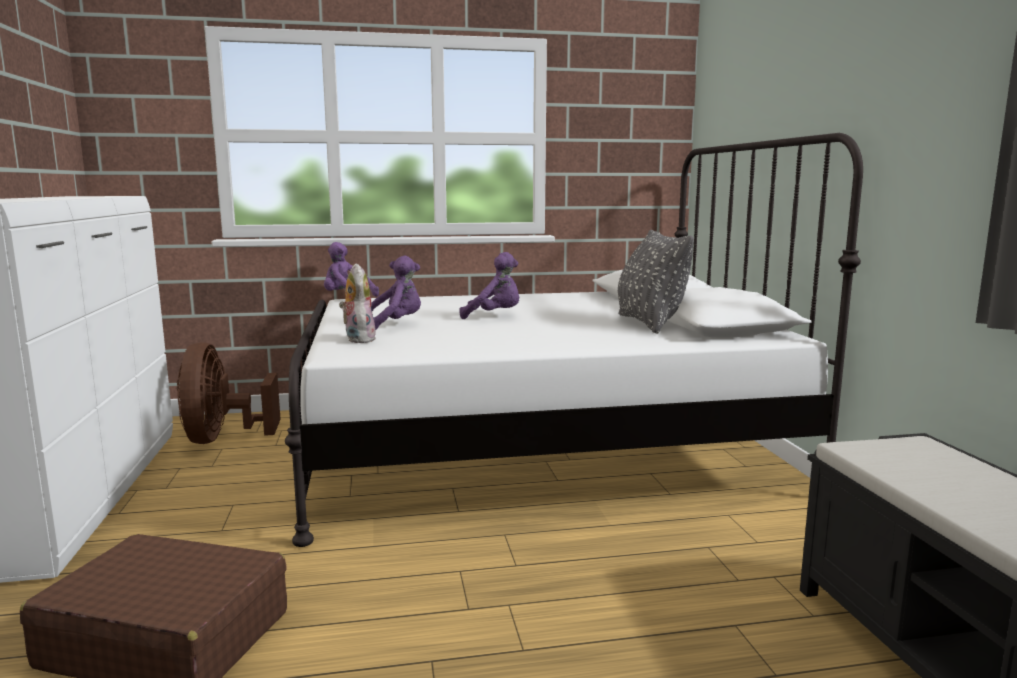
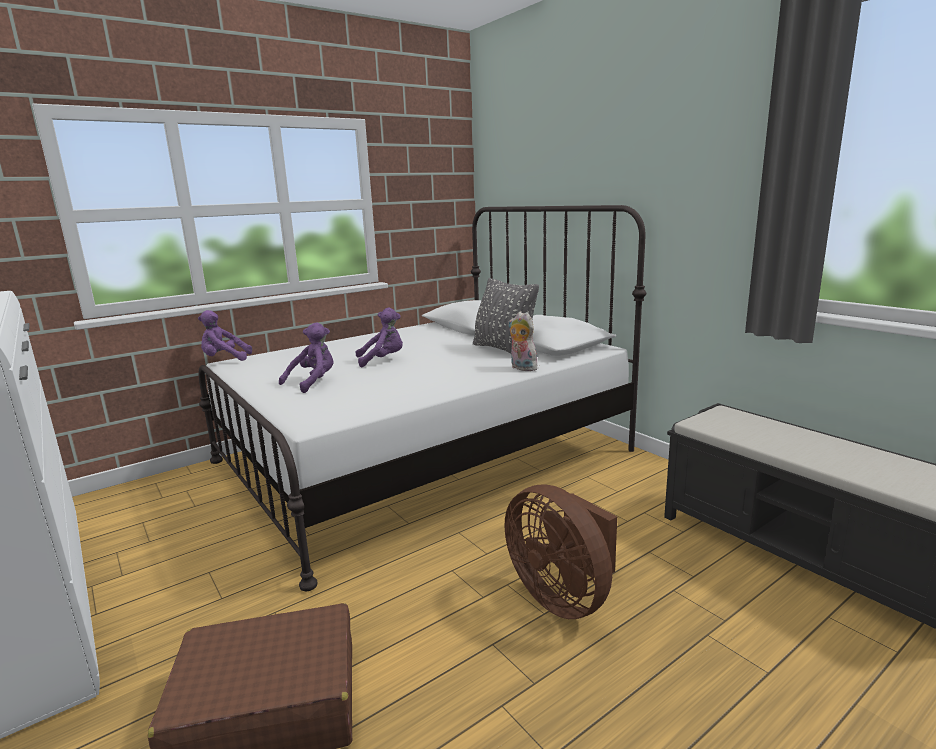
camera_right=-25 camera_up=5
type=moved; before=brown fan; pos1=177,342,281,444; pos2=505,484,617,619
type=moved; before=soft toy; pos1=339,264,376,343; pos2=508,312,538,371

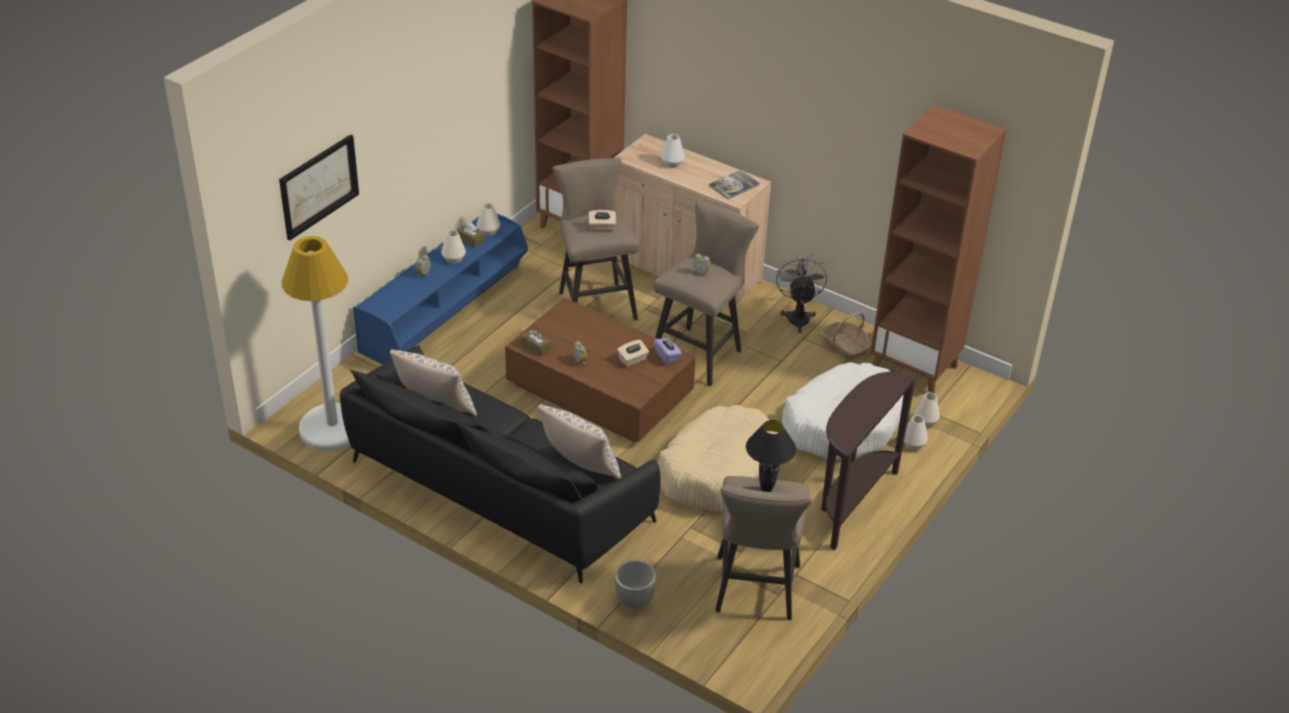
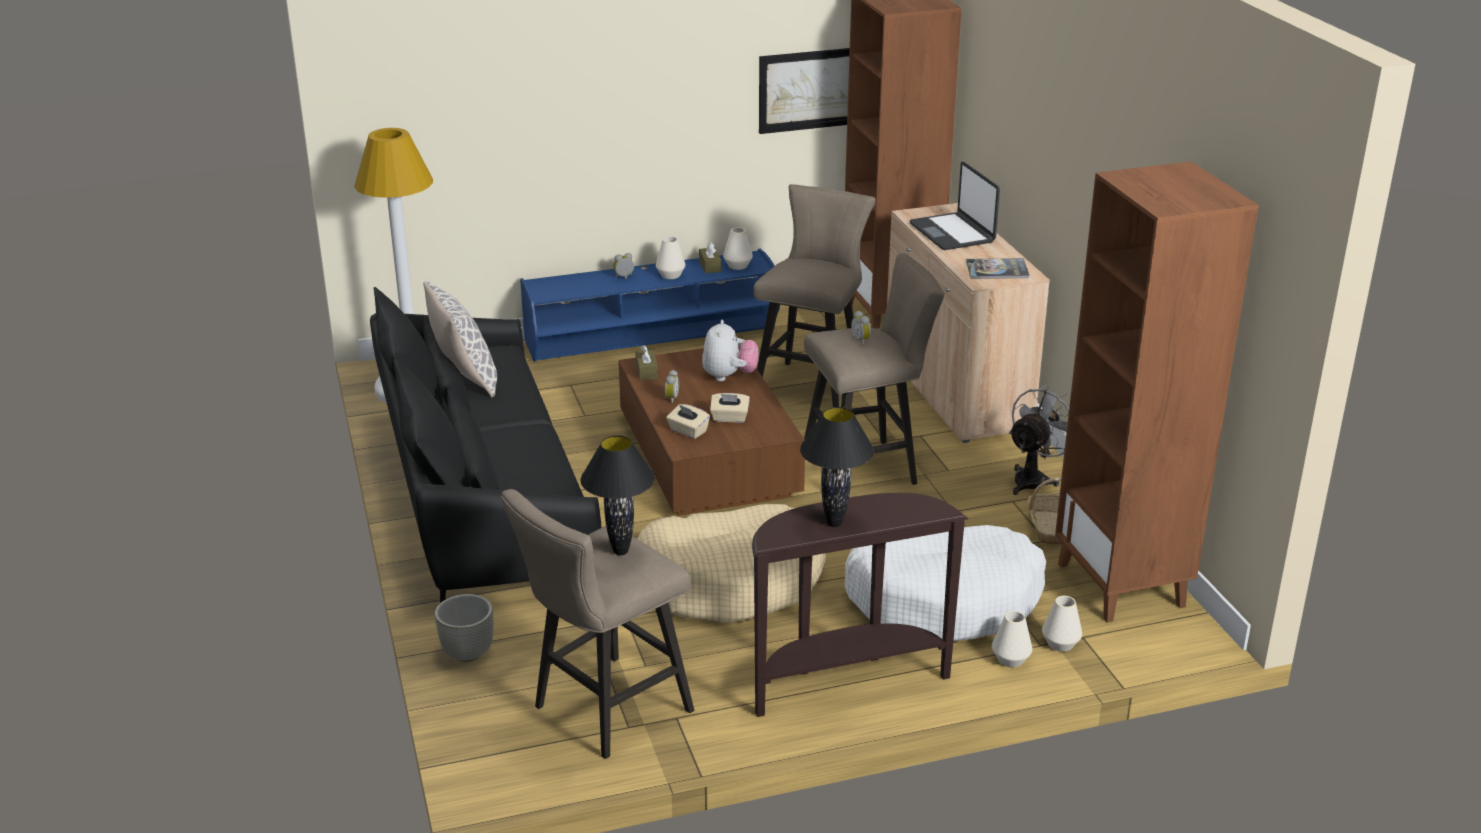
camera_right=40 camera_up=-10
type=removed; before=pillow; pos1=538,404,621,479
type=removed; before=purple tissue holder; pos1=654,336,682,365
type=added; after=soft toy; pos2=702,320,758,381
type=added; after=blackish table lamp; pos2=800,407,874,527
type=moved; before=wall picture; pos1=279,134,359,240; pos2=759,48,850,134
type=moved; before=beige tissue holder; pos1=589,210,616,231; pos2=666,404,710,439
type=replaced; before=white vase; after=notebook computer; pos1=661,134,685,168; pos2=909,162,1000,250

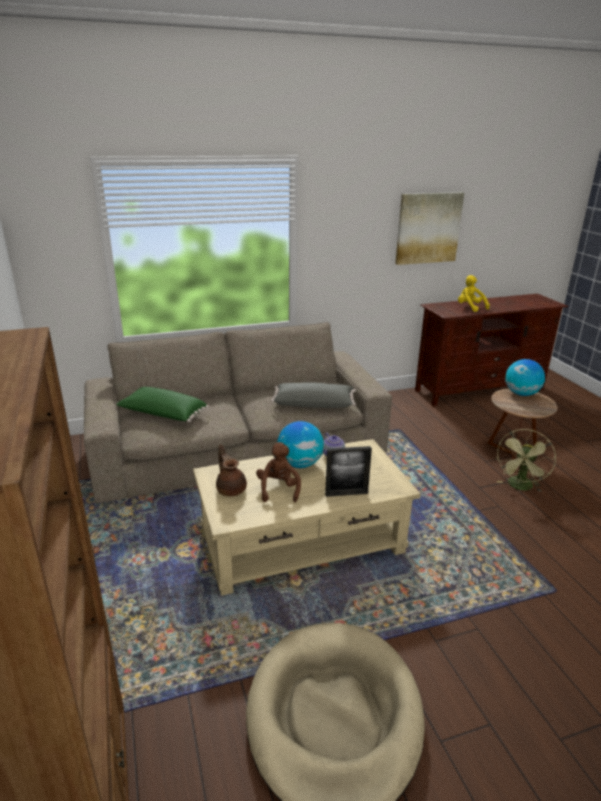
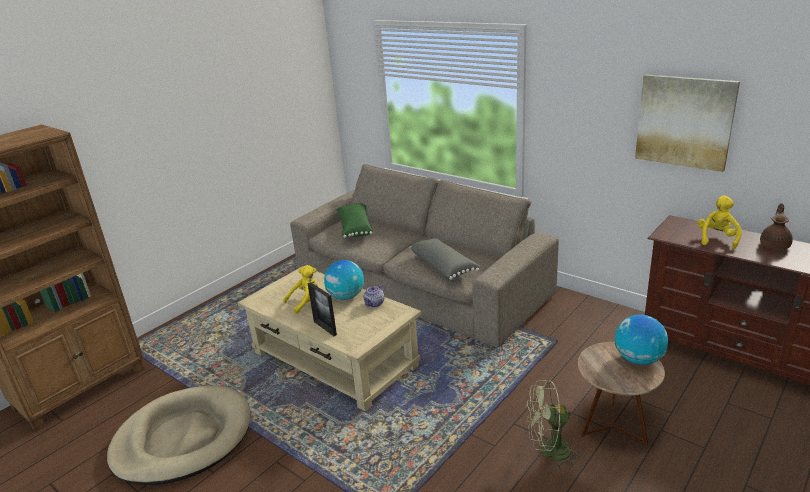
camera_right=60 camera_up=0
type=moved; before=brown teapot; pos1=216,445,247,496; pos2=760,203,793,250
type=recoloured; before=brown soft toy; after=yellow-coloured soft toy; pos1=256,442,301,502; pos2=283,265,318,314

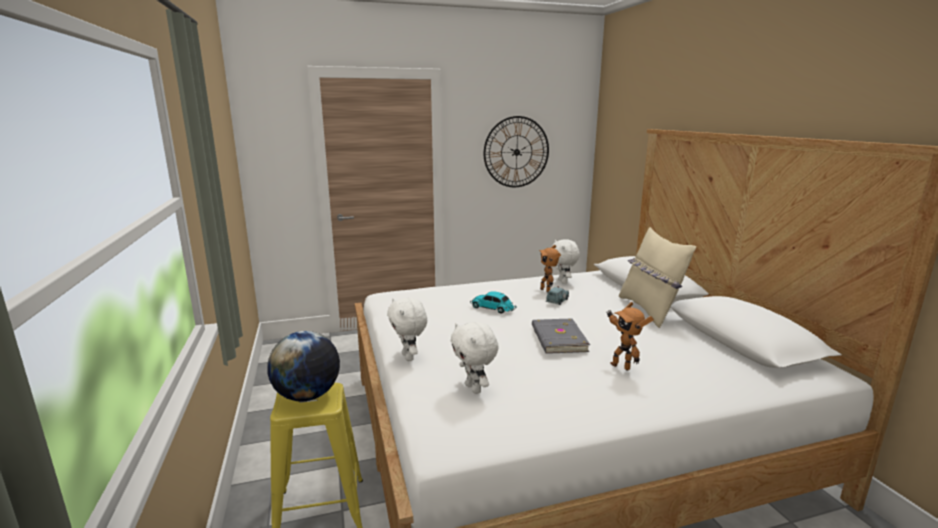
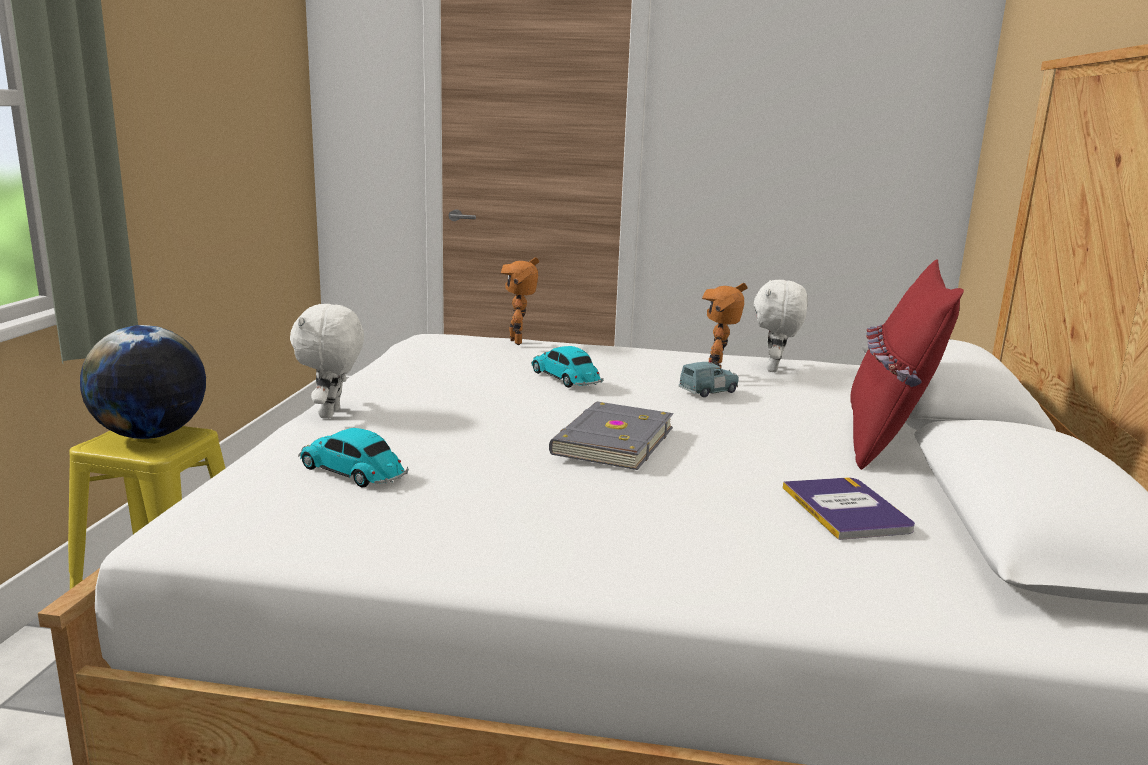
camera_right=25 camera_up=0
type=removed; before=clock on the wall; pos1=484,116,549,187
type=added; after=volume; pos2=783,478,915,540
type=moved; before=toy robot; pos1=606,302,654,371; pos2=501,257,539,345
type=replaced; before=white soft toy; after=miniature car; pos1=451,322,499,394; pos2=298,428,409,488
type=recoloured; before=beige pillow; after=red pillow; pos1=619,227,696,328; pos2=850,259,964,470

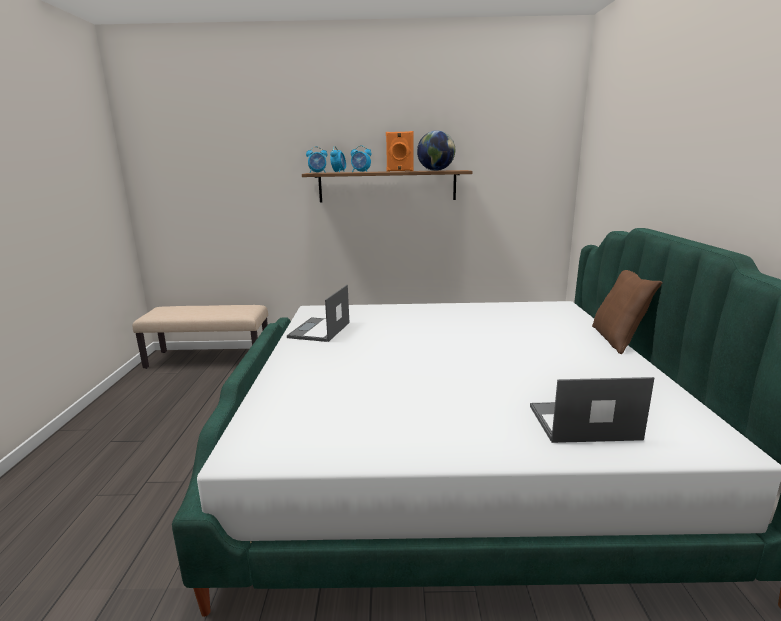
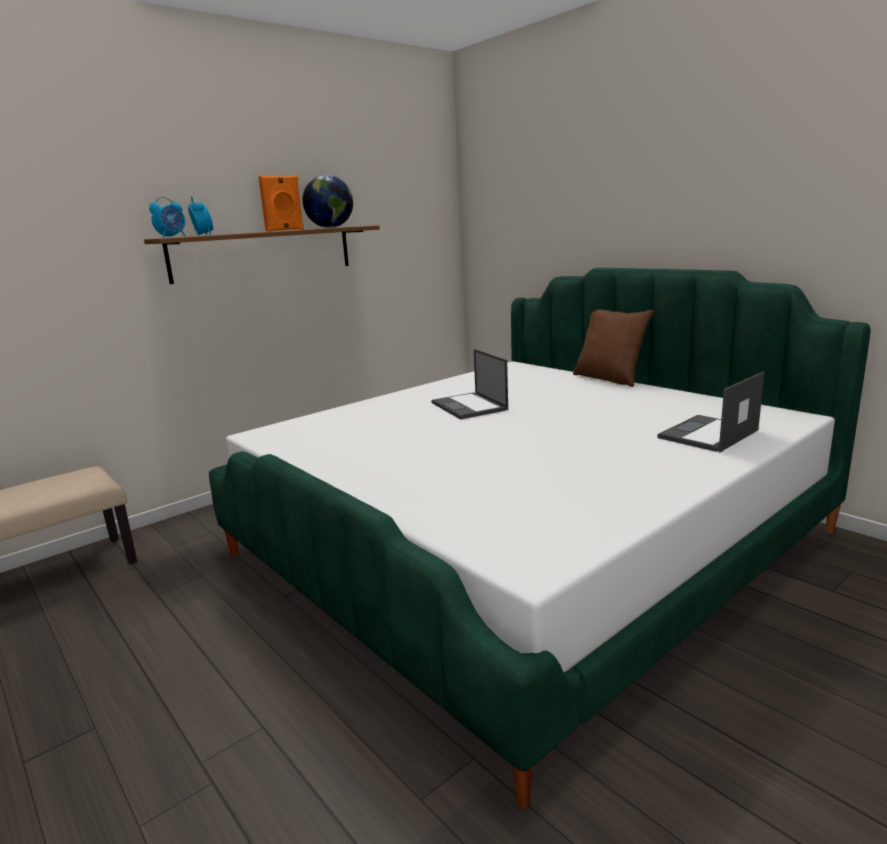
camera_right=-40 camera_up=0
type=removed; before=table clock; pos1=351,145,371,172
type=moved; before=notebook computer; pos1=287,285,349,342; pos2=431,349,508,419

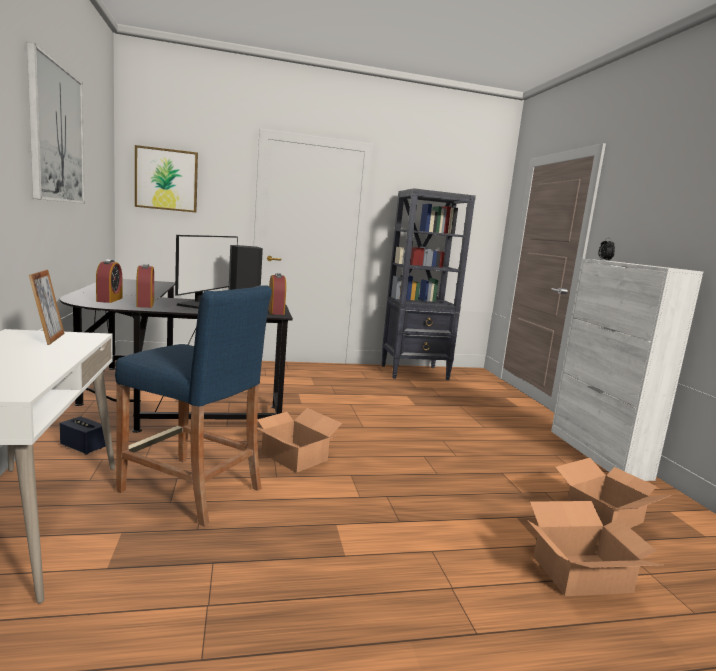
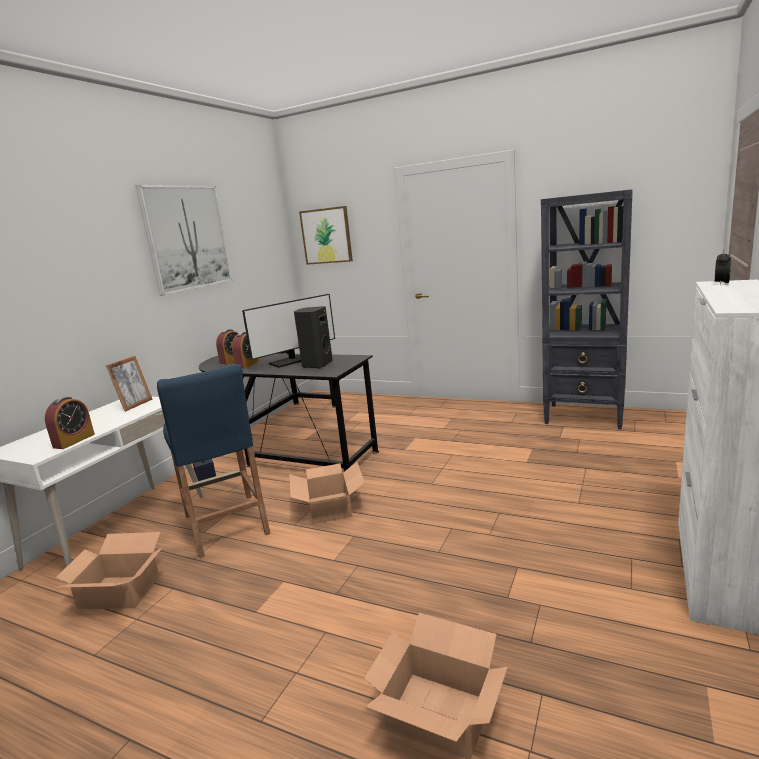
camera_right=40 camera_up=5
type=moved; before=table clock; pos1=268,273,286,315; pos2=45,397,95,449
type=moved; before=cardboard box; pos1=555,458,671,528; pos2=52,532,163,609

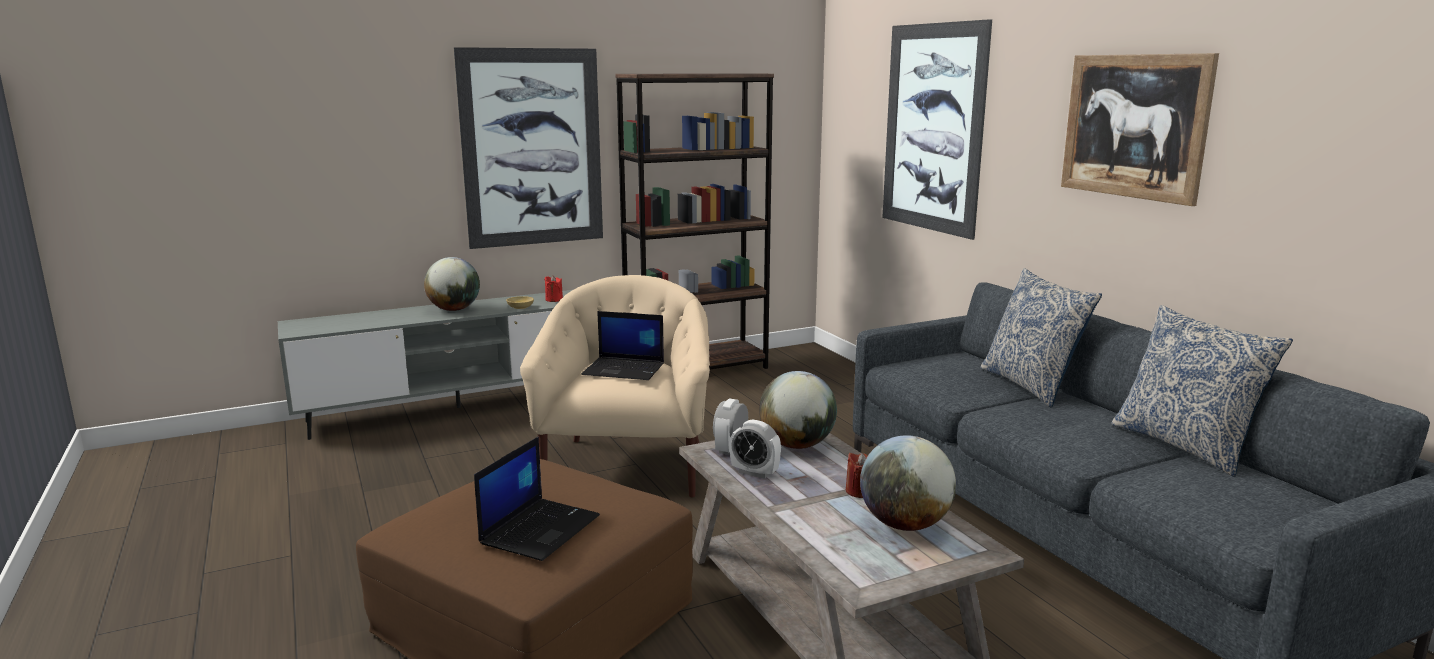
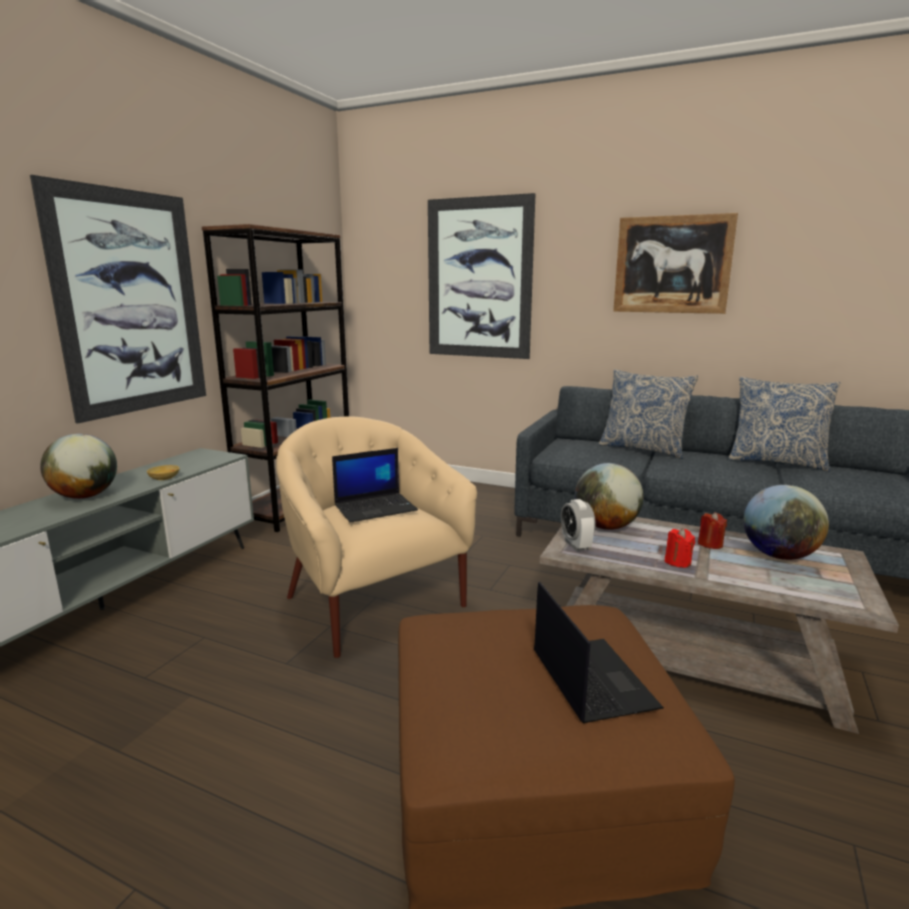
camera_right=-40 camera_up=0
type=removed; before=table clock; pos1=730,420,781,479
type=moved; before=red wax candle; pos1=544,275,563,302; pos2=665,528,695,568

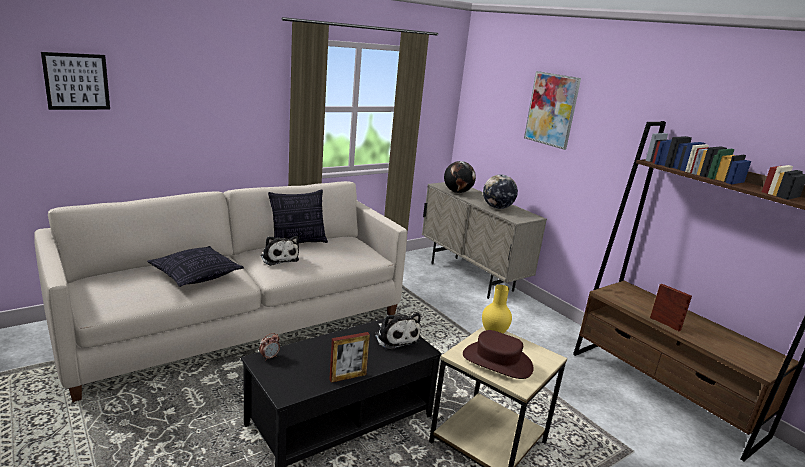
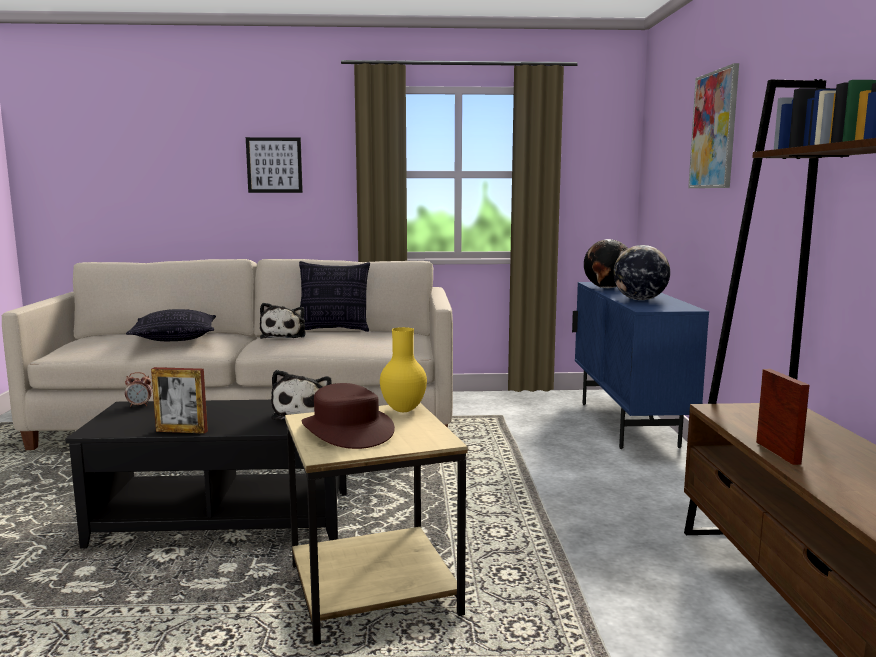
camera_right=35 camera_up=-10
type=moved; before=wall picture; pos1=41,52,110,110; pos2=246,137,303,193
type=recoloured; before=beige storage cabinet; after=bluish storage cabinet; pos1=422,182,547,299; pos2=572,282,709,449

